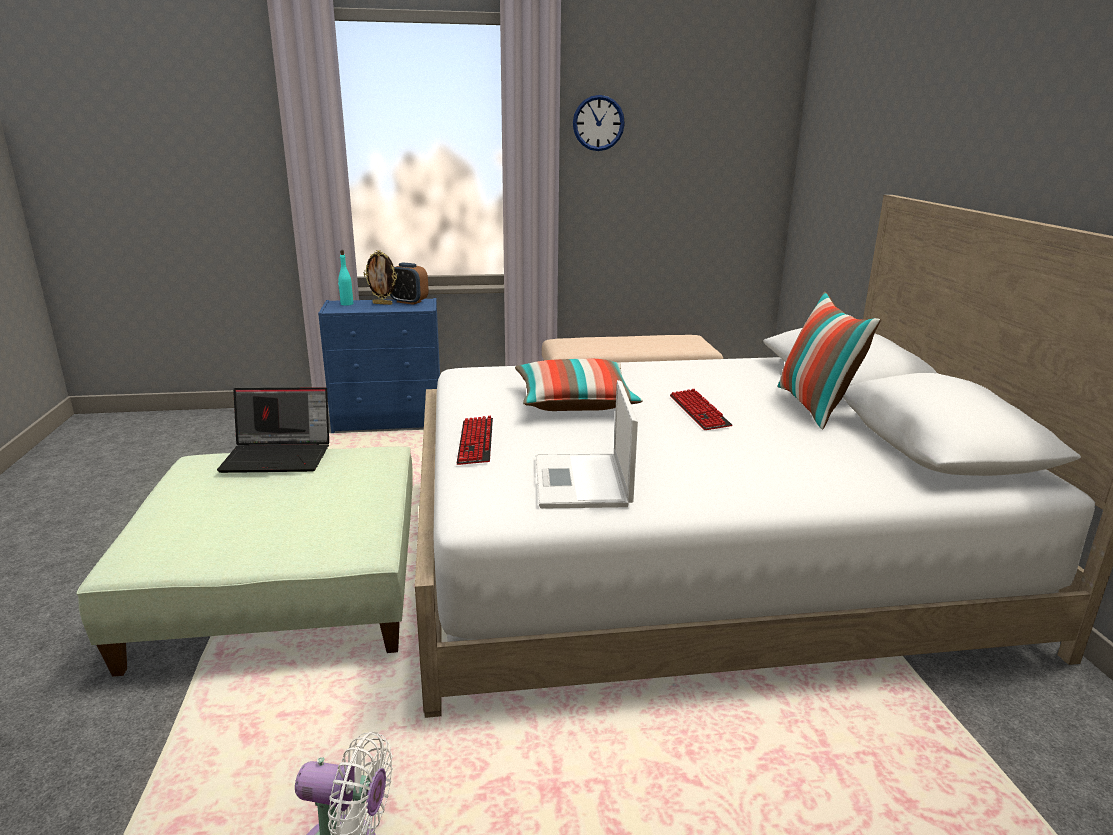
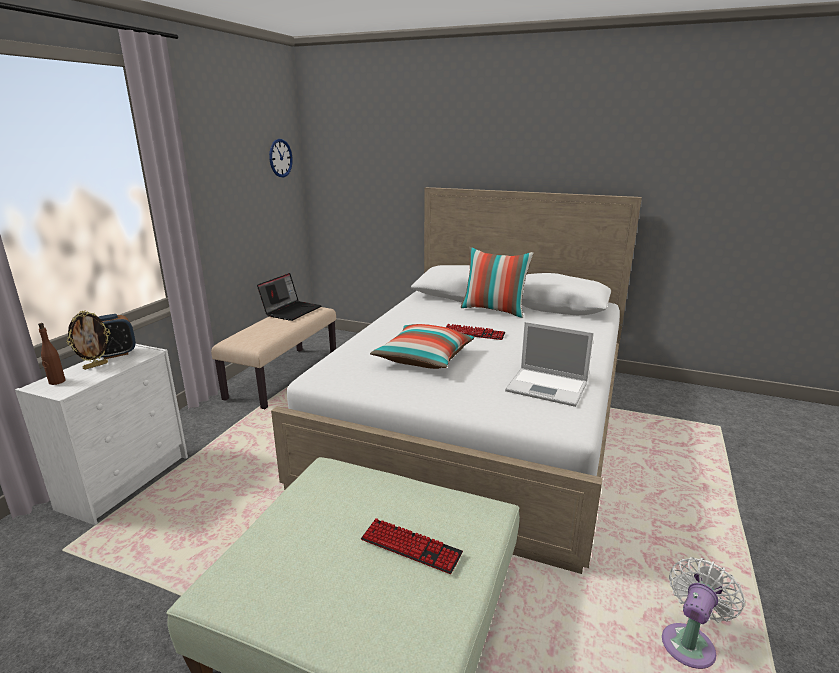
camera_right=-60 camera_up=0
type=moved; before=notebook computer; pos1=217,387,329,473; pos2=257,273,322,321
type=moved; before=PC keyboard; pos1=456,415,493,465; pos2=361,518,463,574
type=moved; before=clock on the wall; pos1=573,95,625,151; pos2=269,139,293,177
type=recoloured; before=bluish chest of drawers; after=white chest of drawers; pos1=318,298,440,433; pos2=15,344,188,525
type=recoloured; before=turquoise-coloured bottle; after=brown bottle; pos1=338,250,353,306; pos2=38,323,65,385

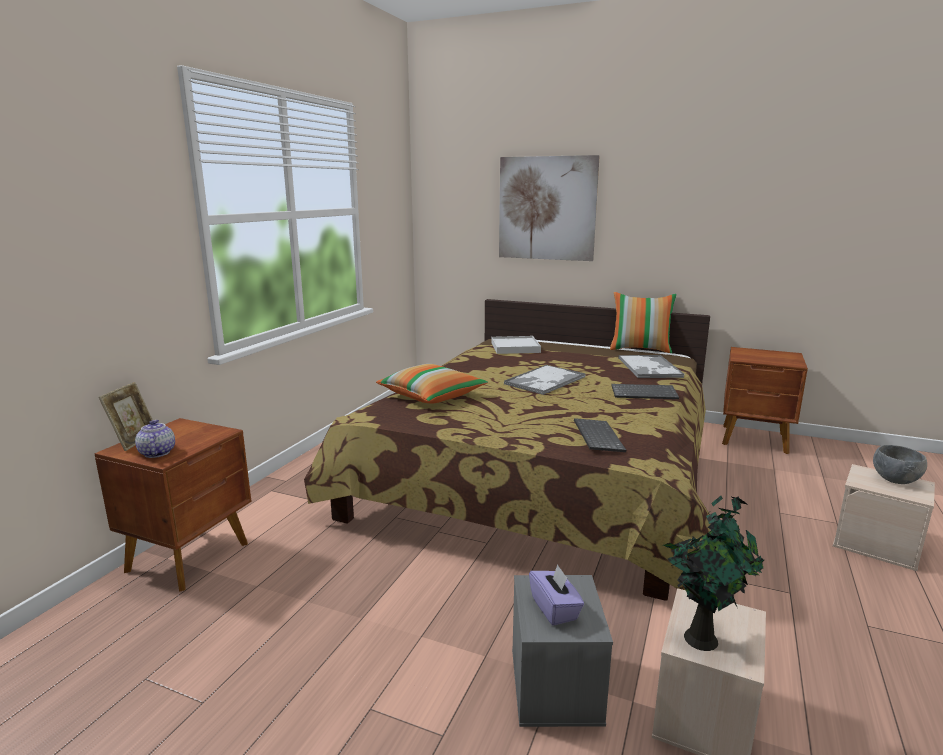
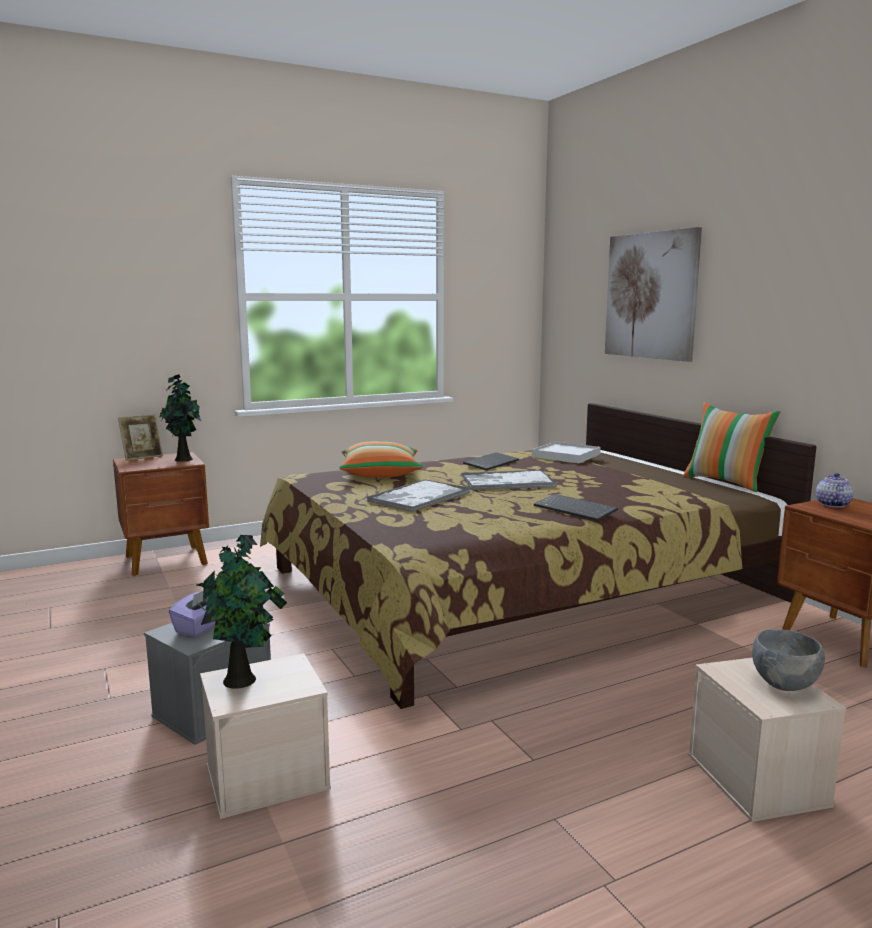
camera_right=40 camera_up=-5
type=added; after=plant in a pot; pos2=158,374,201,462
type=moved; before=teapot; pos1=135,420,175,458; pos2=816,473,854,508
type=moved; before=PC keyboard; pos1=574,418,626,452; pos2=463,452,519,470
type=moved; before=carrying tray; pos1=618,355,684,378; pos2=367,479,470,512

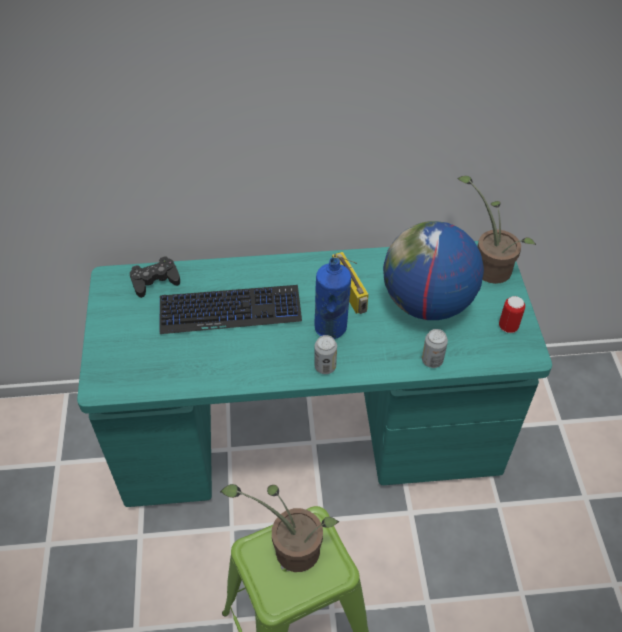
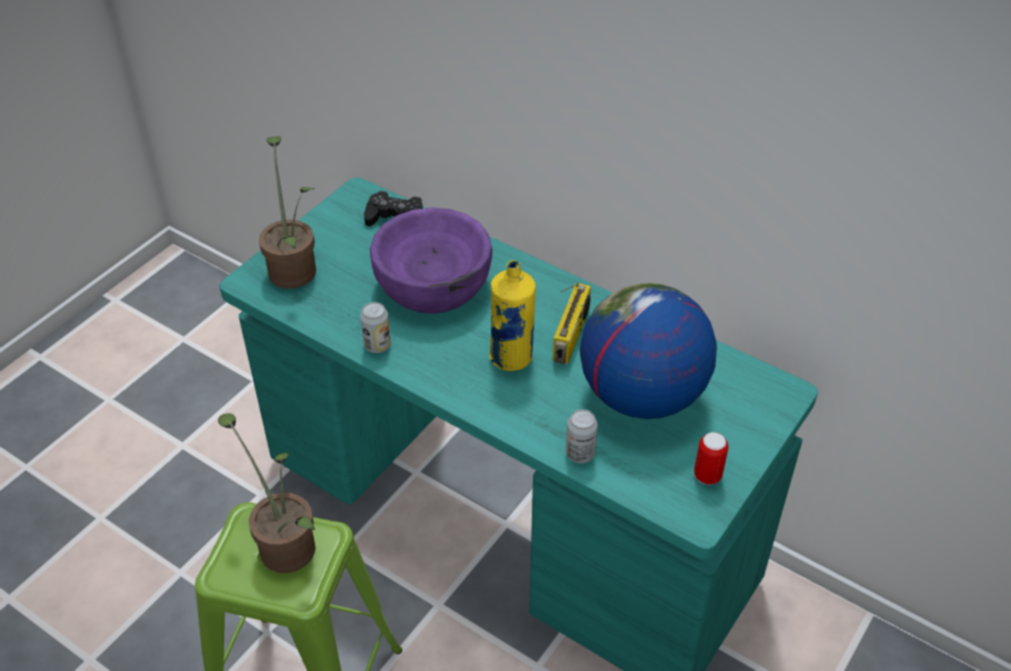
camera_right=40 camera_up=-5
type=moved; before=sealed can; pos1=314,335,337,374; pos2=360,302,391,353
type=moved; before=plant in a pot; pos1=457,176,536,284; pos2=259,136,316,289
type=replaced; before=PC keyboard; after=purple bowl; pos1=159,285,302,334; pos2=370,207,492,314
type=recoloured; before=bluish bottle; after=yellow-coloured bottle; pos1=314,257,351,339; pos2=489,260,536,371

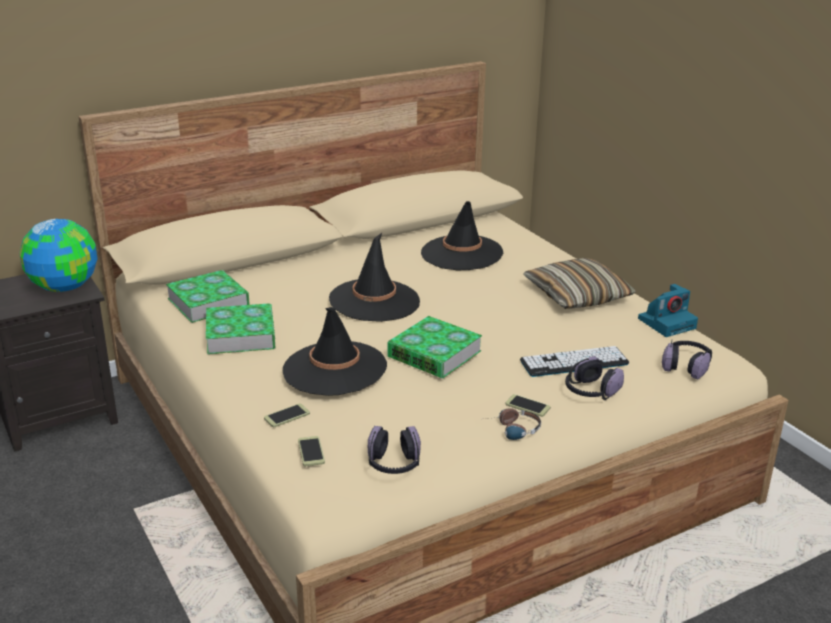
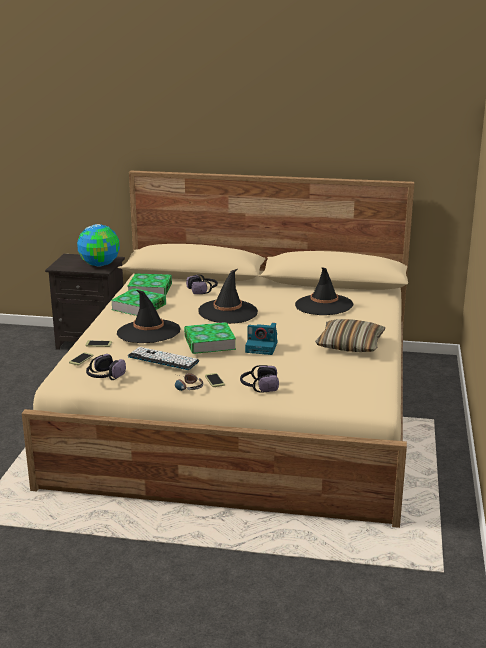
camera_right=40 camera_up=-5
type=moved; before=PC keyboard; pos1=520,346,629,377; pos2=128,347,199,370
type=moved; before=photo camera; pos1=638,284,698,337; pos2=245,323,277,355
type=moved; before=headset; pos1=662,340,712,379; pos2=186,275,218,294

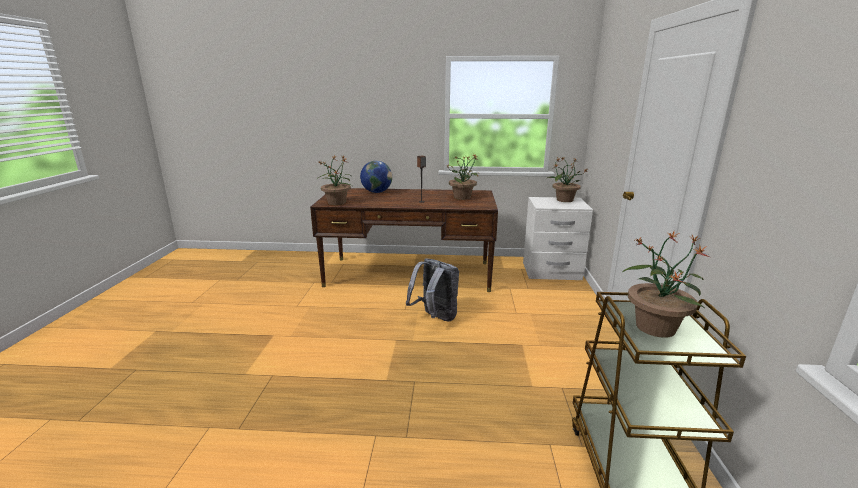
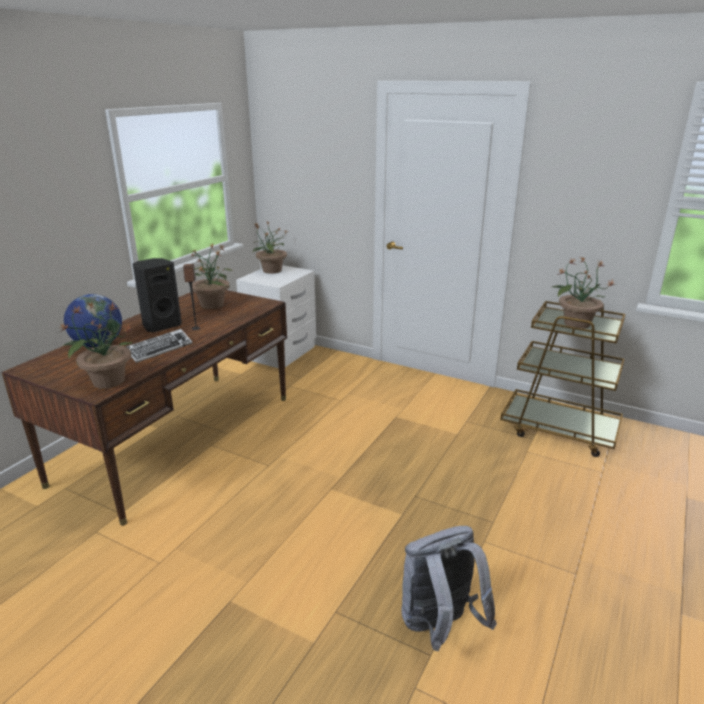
camera_right=-65 camera_up=5
type=added; after=PC keyboard; pos2=126,329,193,363
type=added; after=blackish loudspeaker; pos2=133,258,182,332
type=moved; before=grey rucksack; pos1=406,258,459,322; pos2=401,526,497,651

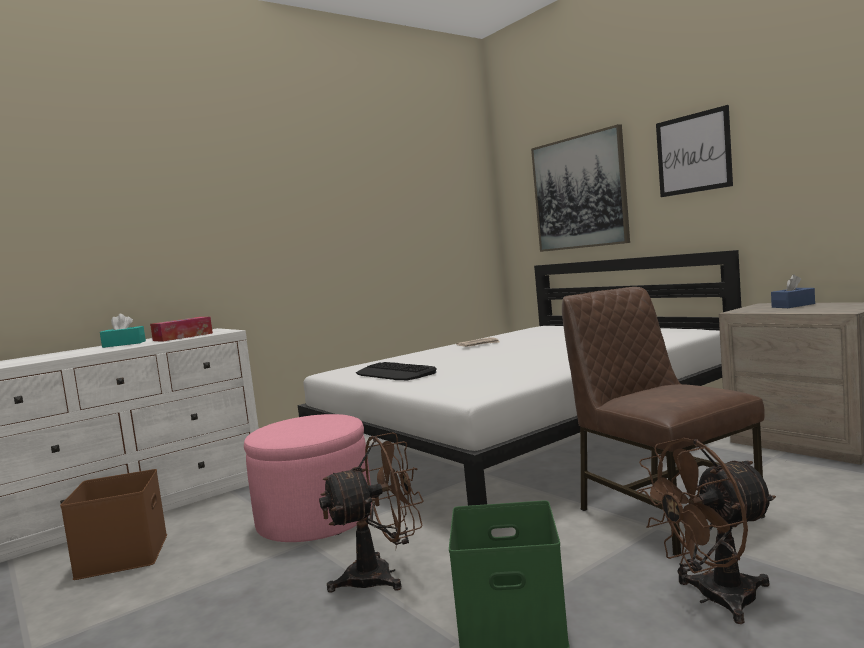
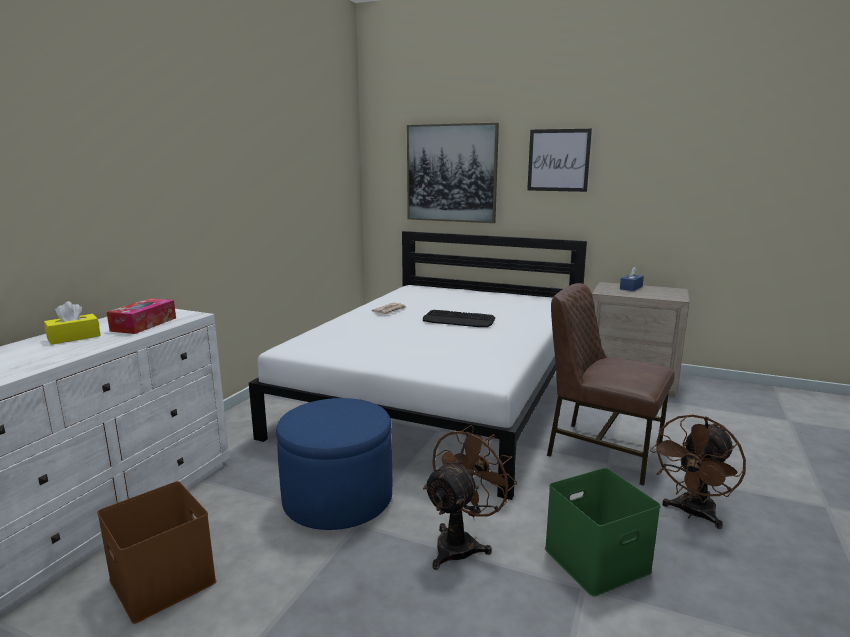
camera_right=-30 camera_up=10
type=moved; before=PC keyboard; pos1=356,362,437,380; pos2=423,310,495,327
type=recoloured; before=turquoise-coloured tissue holder; after=yellow-coloured tissue holder; pos1=100,314,146,348; pos2=44,301,101,345
type=recoloured; before=pinkish ottoman; after=bluish ottoman; pos1=244,414,372,542; pos2=276,398,392,530

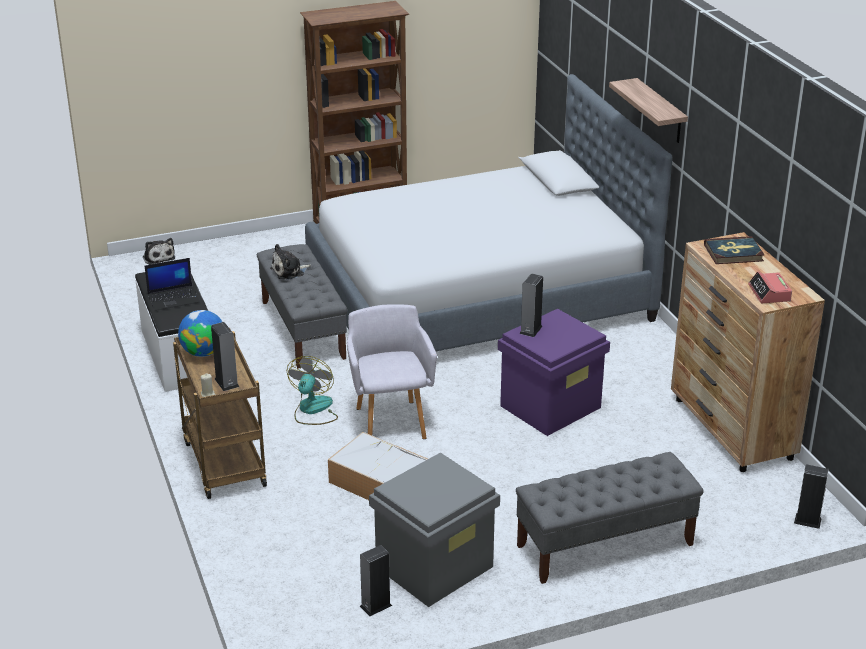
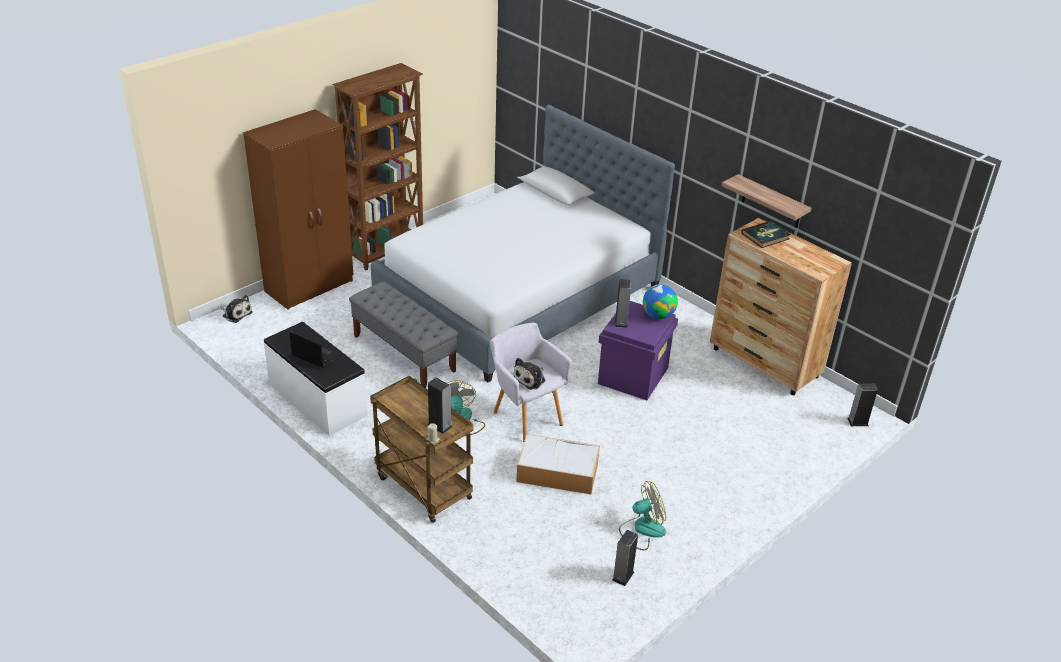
camera_right=-25 camera_up=5
type=removed; before=grey long seat; pos1=516,452,704,584
type=removed; before=table clock; pos1=748,272,792,303
type=added; after=brown armoire; pos2=243,109,354,310
type=moved; before=globe; pos1=178,310,222,357; pos2=643,284,678,319
type=moved; before=soft toy; pos1=270,244,311,280; pos2=514,358,545,390
type=moved; before=bracket shelf; pos1=609,78,688,143; pos2=722,174,811,228
type=replaced; before=grey storage bin; after=fan; pos1=369,453,500,607; pos2=619,481,666,550
type=turned; before=notebook computer; pos1=145,258,200,311; pos2=289,331,342,368; turn=-105

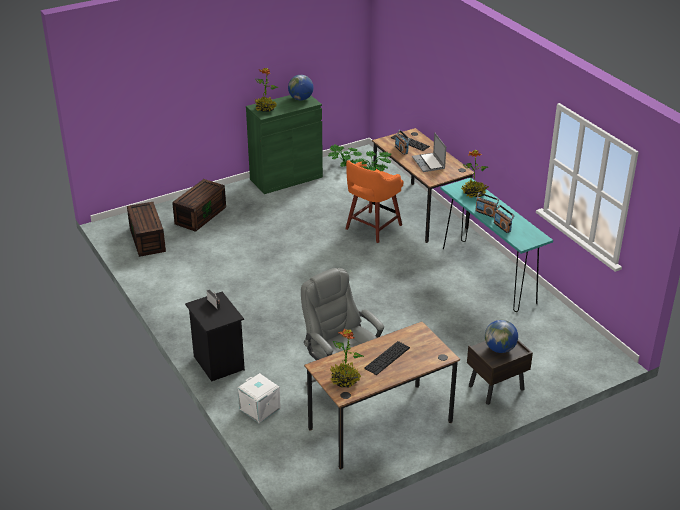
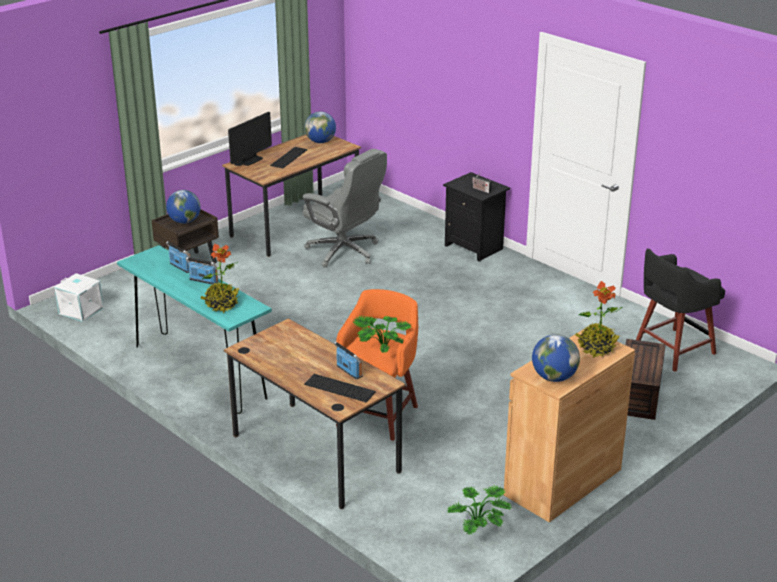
camera_right=165 camera_up=-5
type=removed; before=notebook computer; pos1=412,132,446,172
type=added; after=monitor; pos2=228,112,272,166
type=moved; before=white storage bin; pos1=238,373,281,423; pos2=54,273,104,322
type=replaced; before=brown storage bin; after=blackish stool; pos1=127,202,166,257; pos2=636,249,725,372
type=replaced; before=plant in a pot; after=globe; pos1=330,329,364,387; pos2=305,111,336,143
type=recoloured; before=greenish storage cabinet; after=brown storage cabinet; pos1=246,95,323,194; pos2=504,328,635,522

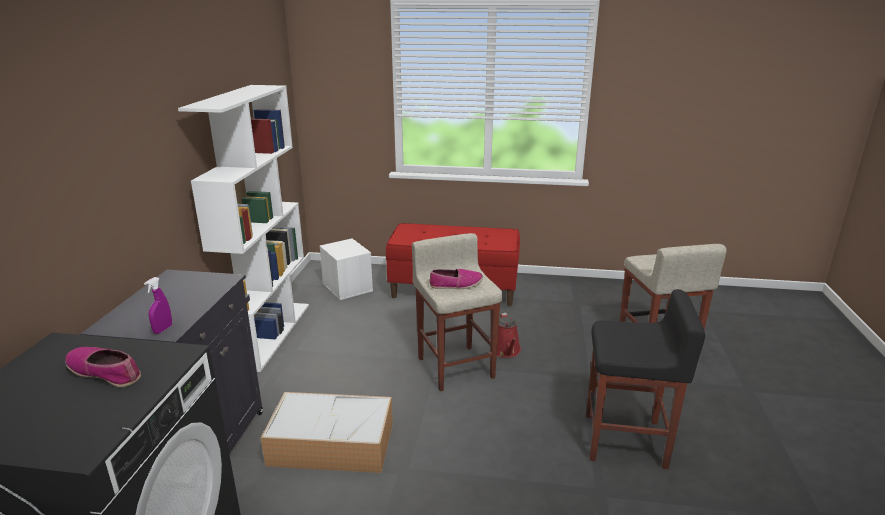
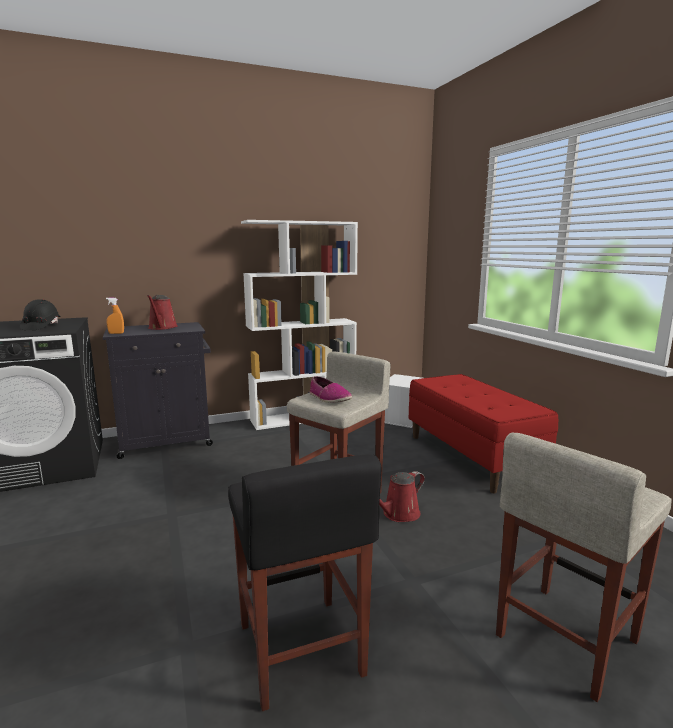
camera_right=60 camera_up=-10
type=removed; before=storage bin; pos1=261,392,393,473
type=added; after=red watering pot; pos2=147,295,178,330
type=replaced; before=item of footwear; after=blackish work helmet; pos1=65,347,141,387; pos2=20,299,60,330
type=recoloured; before=purple spray bottle; after=orange-coloured spray bottle; pos1=144,277,172,334; pos2=106,298,124,334

